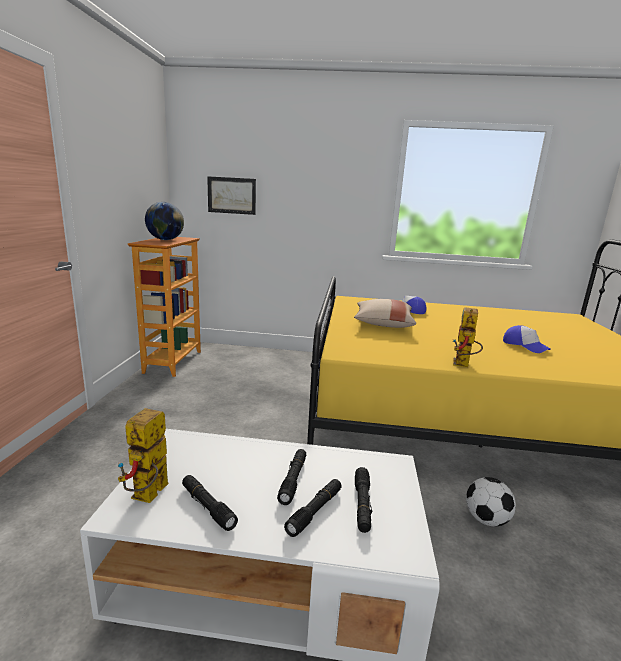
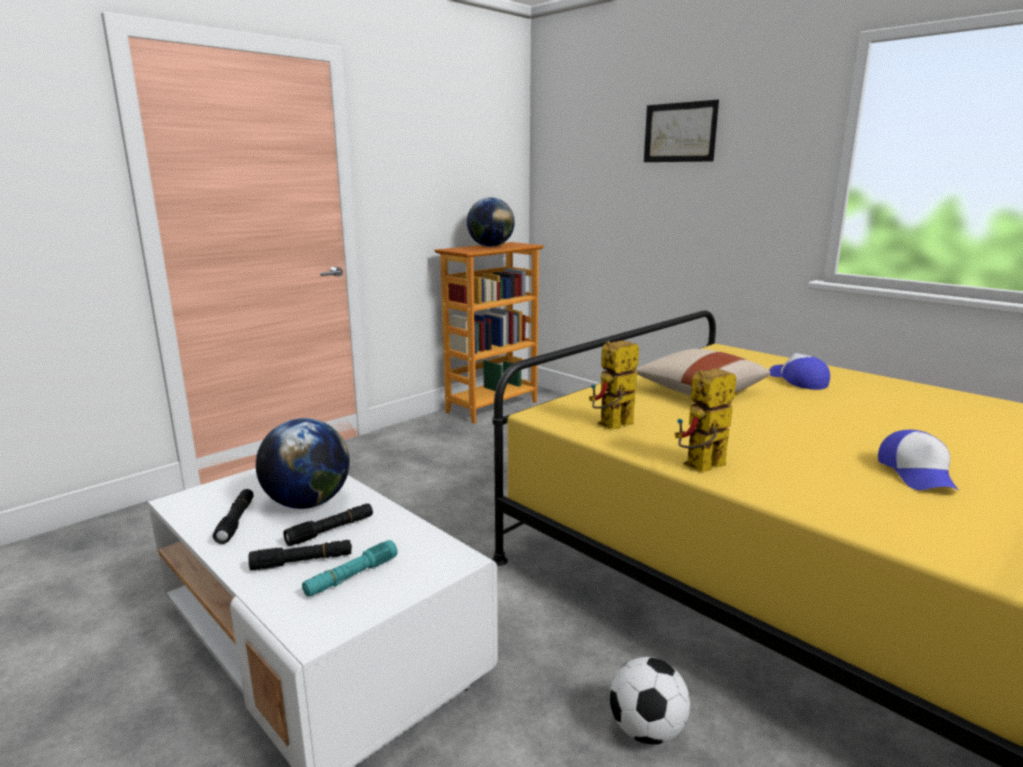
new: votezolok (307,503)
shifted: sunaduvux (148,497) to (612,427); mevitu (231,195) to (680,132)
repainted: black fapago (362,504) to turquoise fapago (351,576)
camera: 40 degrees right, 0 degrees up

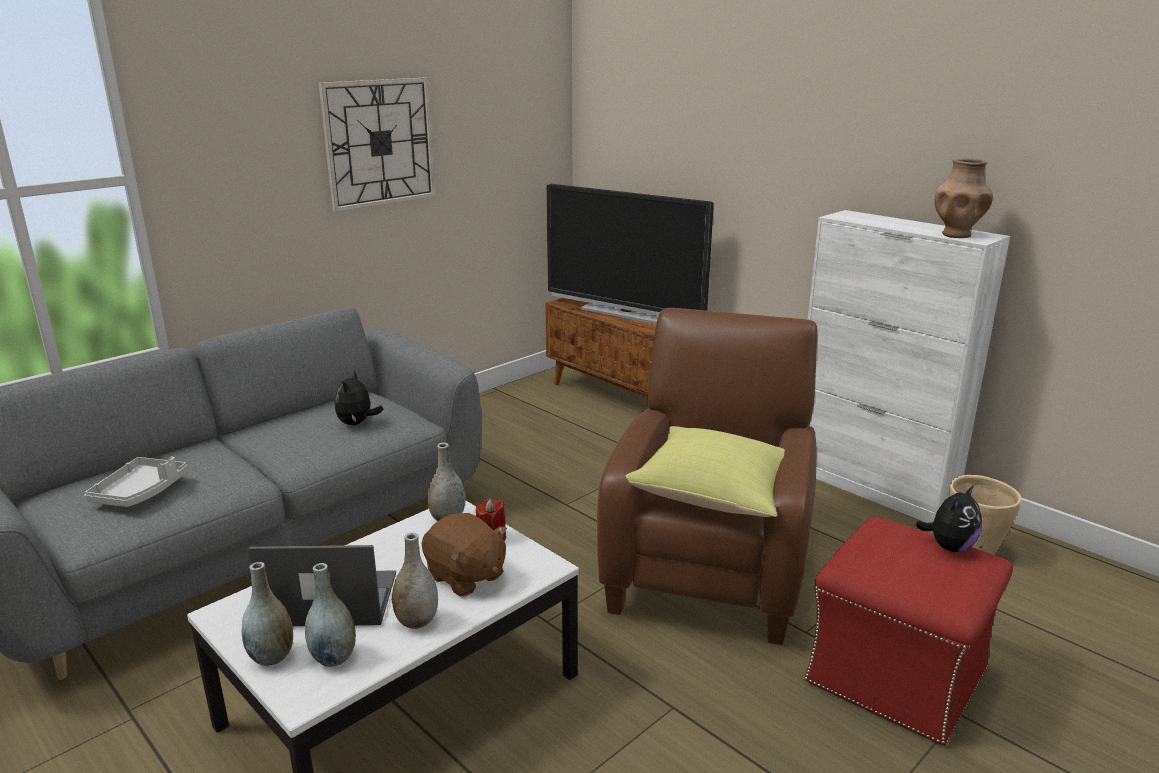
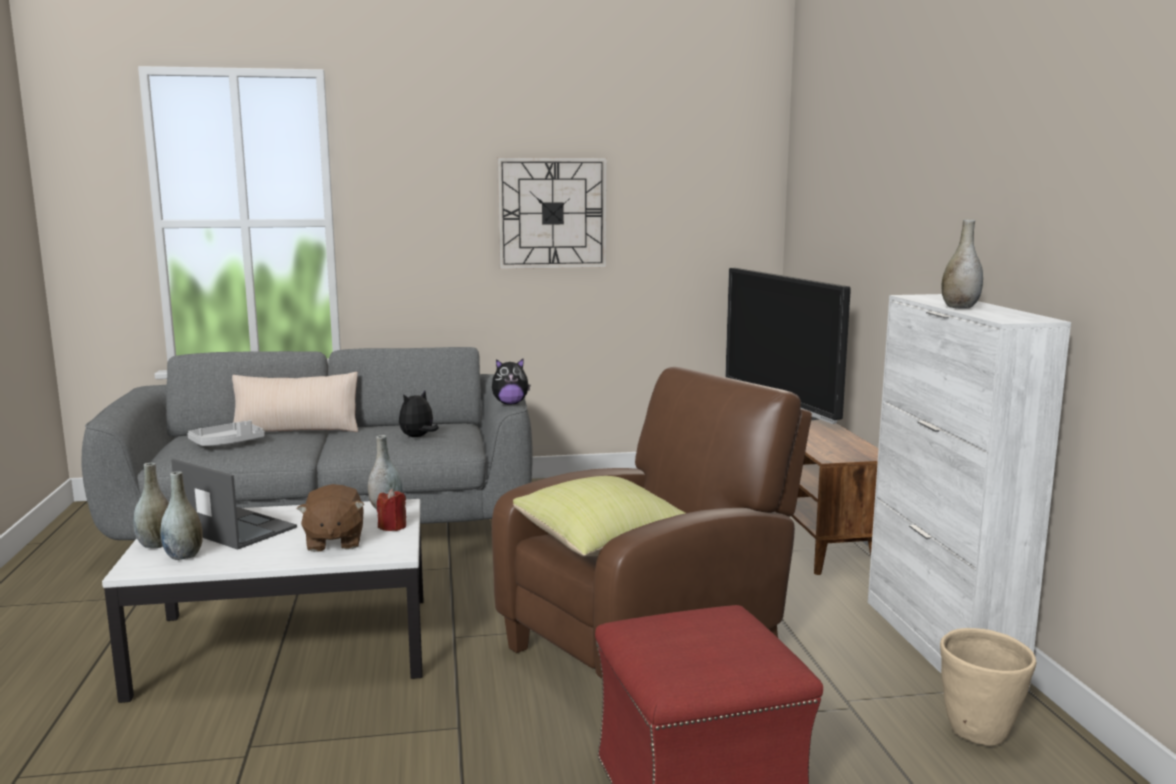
gone: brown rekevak (956,235)
new: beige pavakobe (297,430)
shifted: grey rekevak (417,621) to (960,307); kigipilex (949,547) to (510,403)
camera: 35 degrees right, 10 degrees down

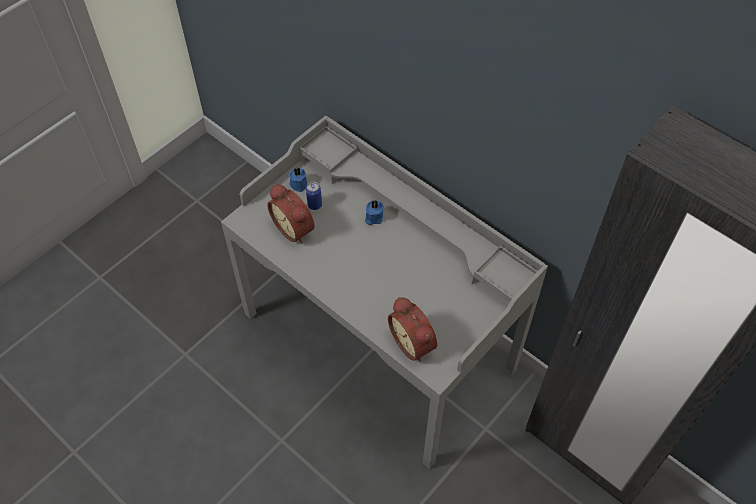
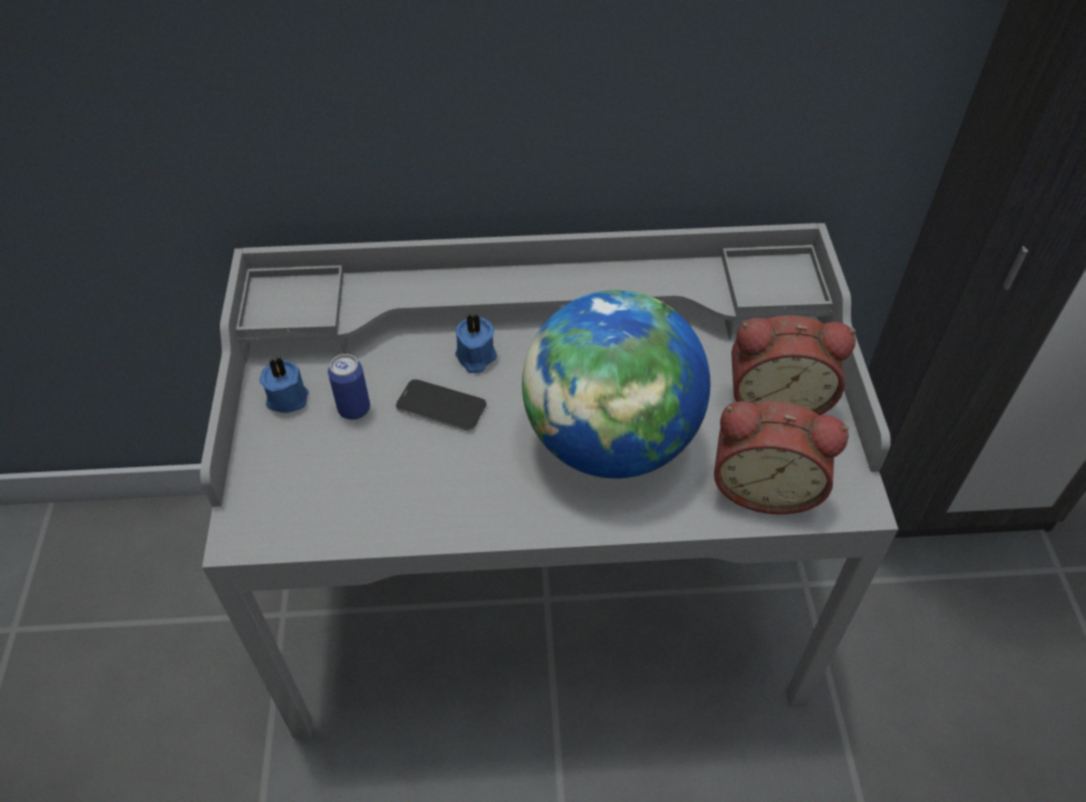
new: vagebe (441,406); votezolok (610,441)
shifted: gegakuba (295,228) to (776,399)
camera: 45 degrees left, 5 degrees down

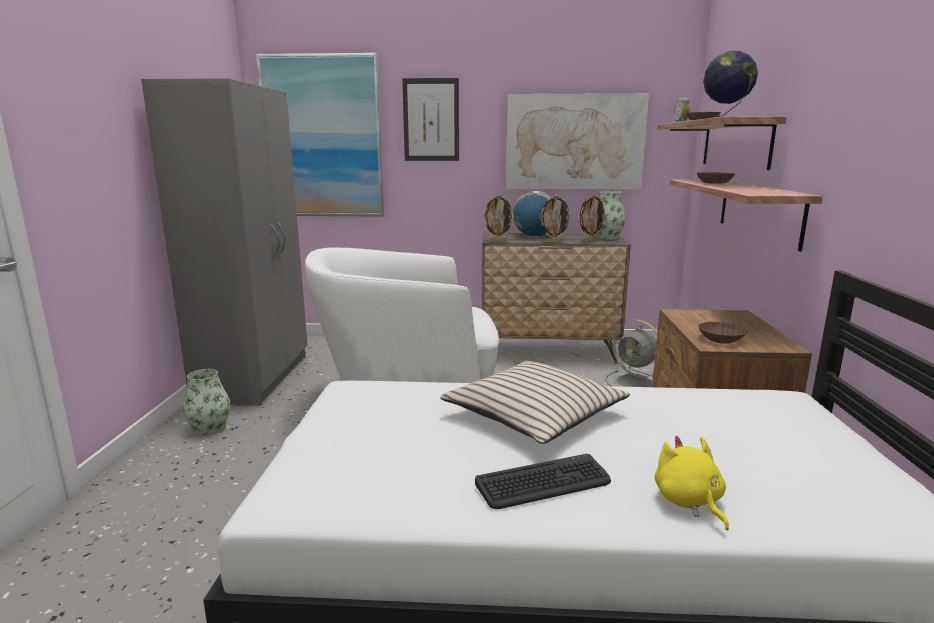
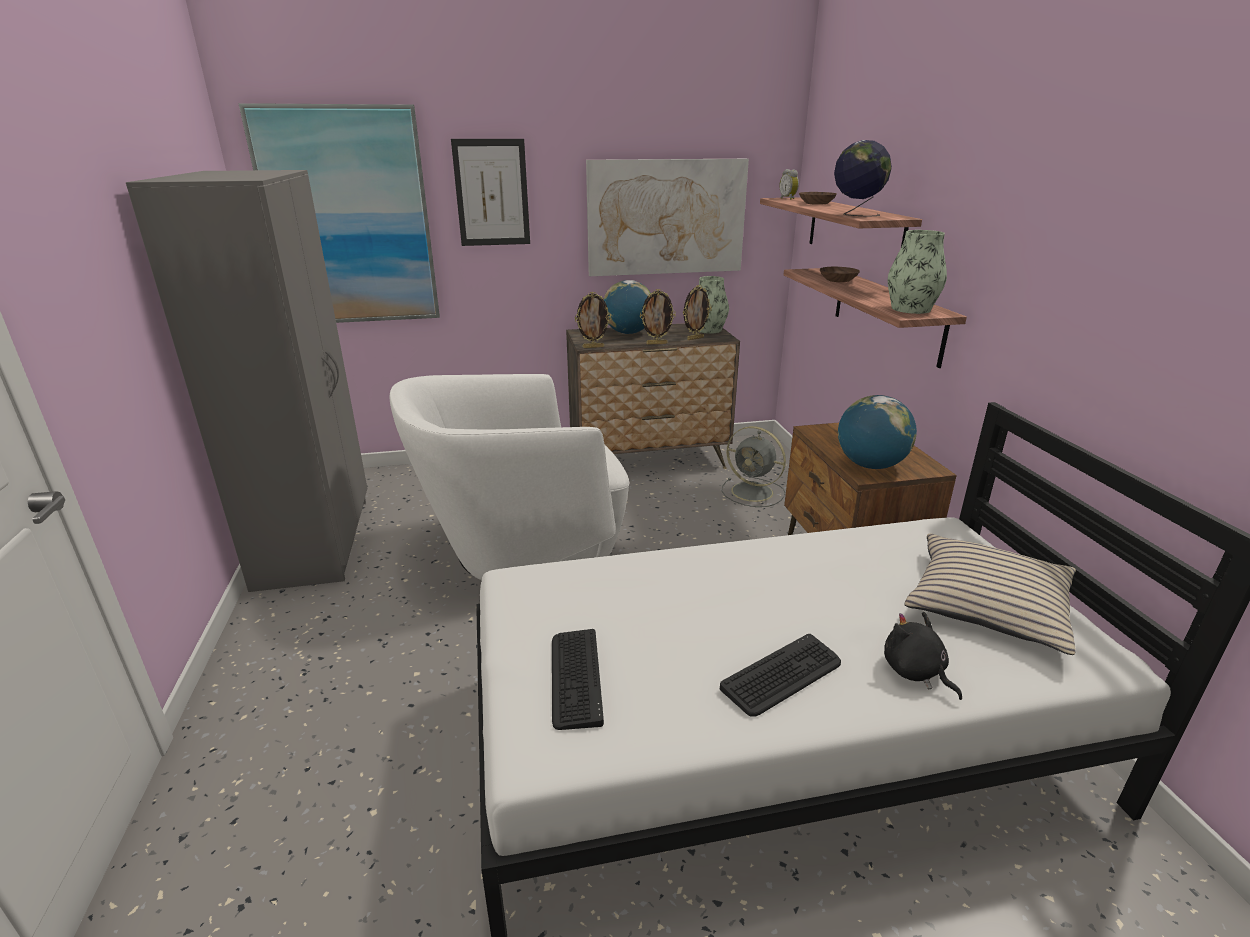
new: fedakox (575,678)
shifted: rekevak (210,428) to (910,309); beige pavakobe (533,414) to (986,604)
swapped: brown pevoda (720,339) to votezolok (870,465)
repainted: yellow kigipilex (689,502) to black kigipilex (915,672)
camera: 15 degrees left, 10 degrees up

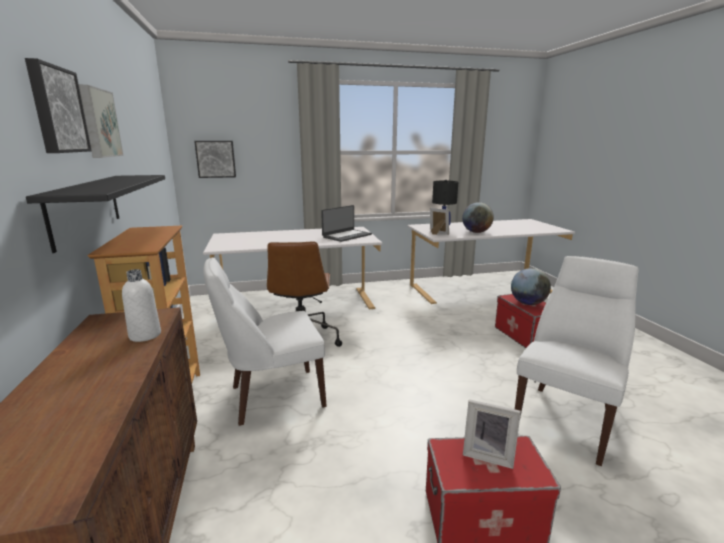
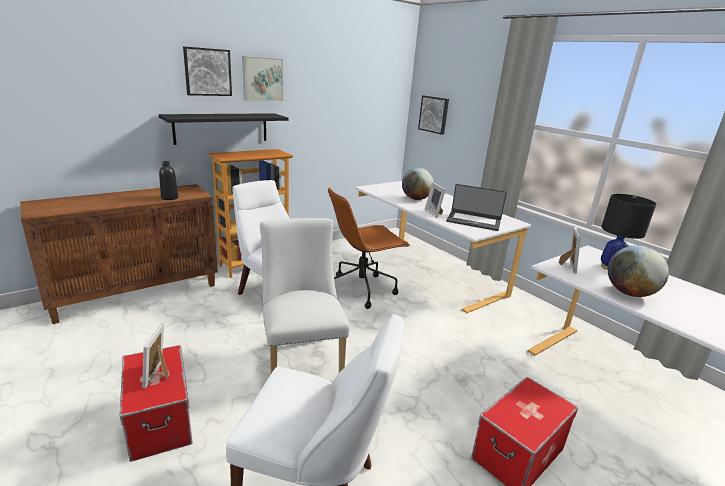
new: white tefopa (301,357); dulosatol (434,213)
shifted: votezolok (528,303) to (416,199)
repainted: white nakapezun (145,335) to black nakapezun (169,198)
camera: 65 degrees right, 5 degrees up

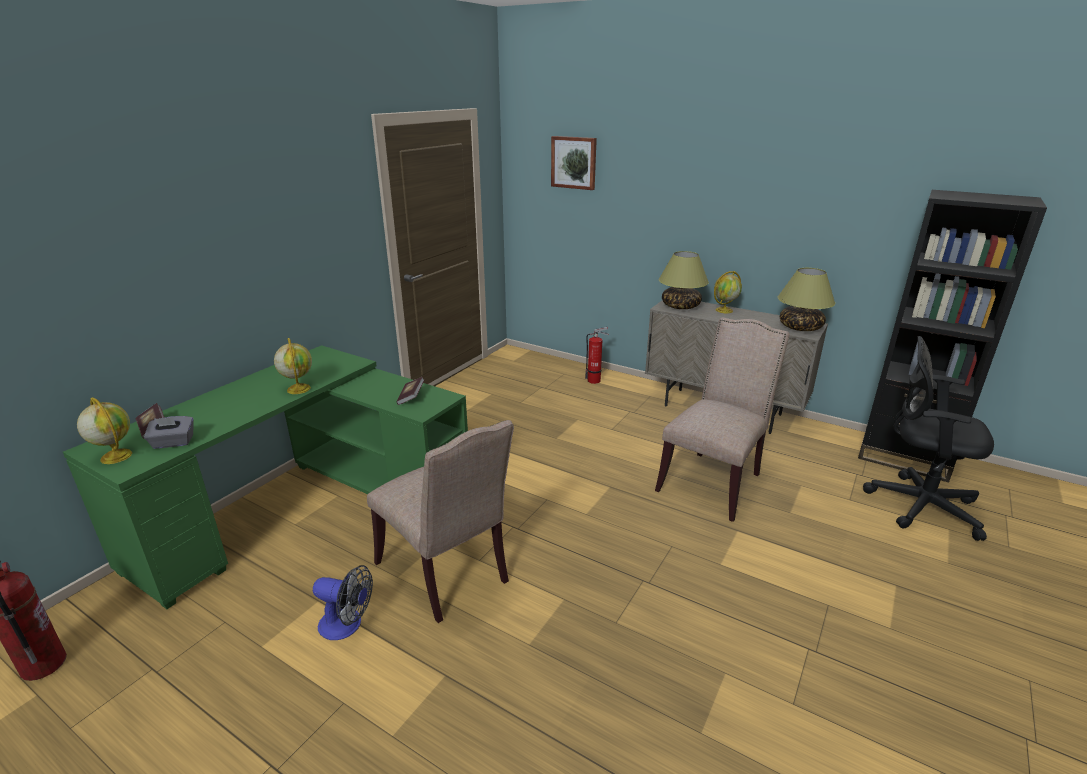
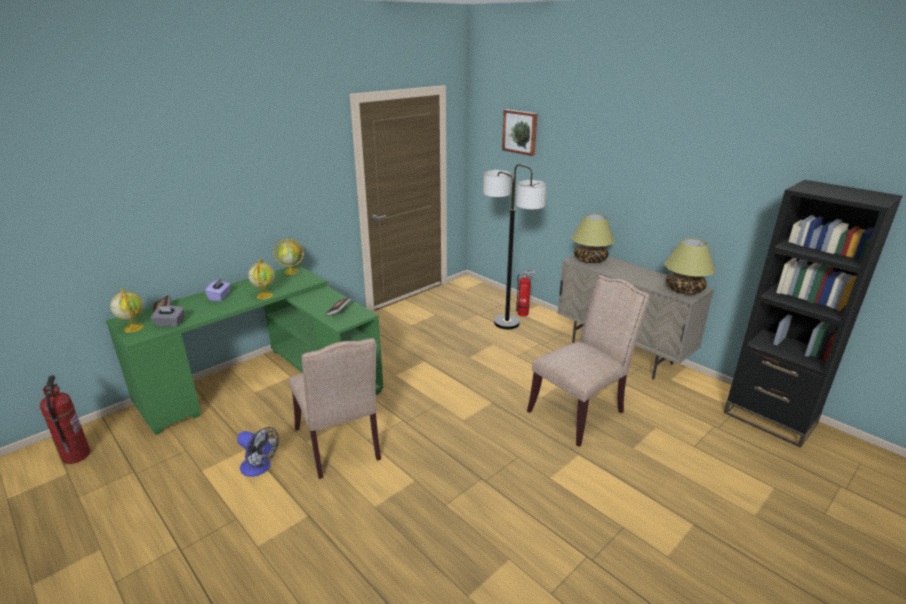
gone: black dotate (917,505)
new: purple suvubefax (220,297); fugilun (506,323)
shifted: votezolok (724,310) to (291,271)
camera: 15 degrees right, 0 degrees up

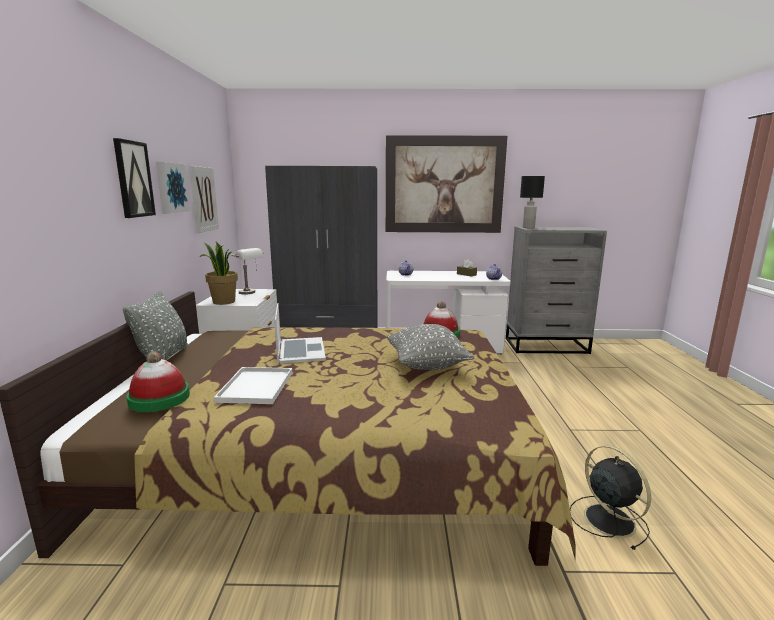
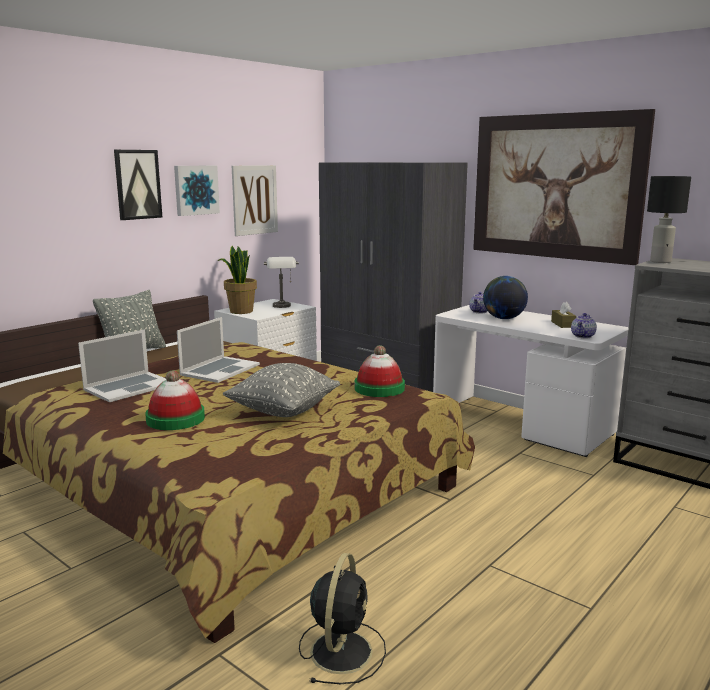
new: votezolok (503,318)
shifted: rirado (159,398) to (175,419)
swapped: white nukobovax (256,386) to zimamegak (129,387)
camera: 40 degrees right, 0 degrees up

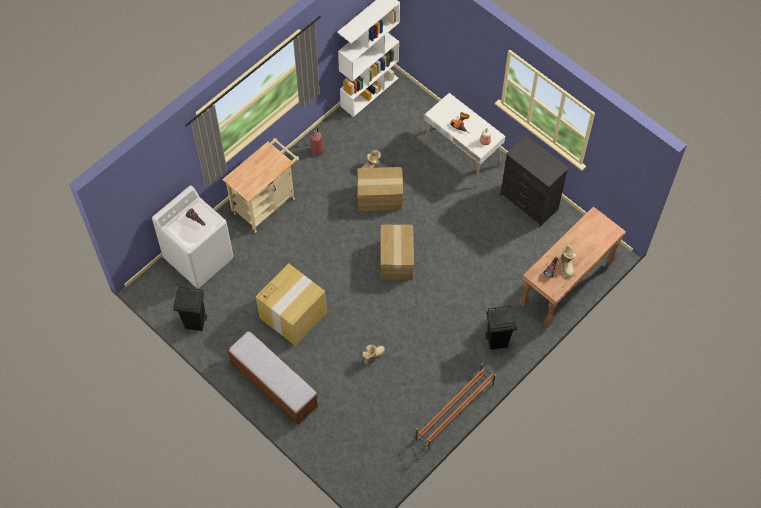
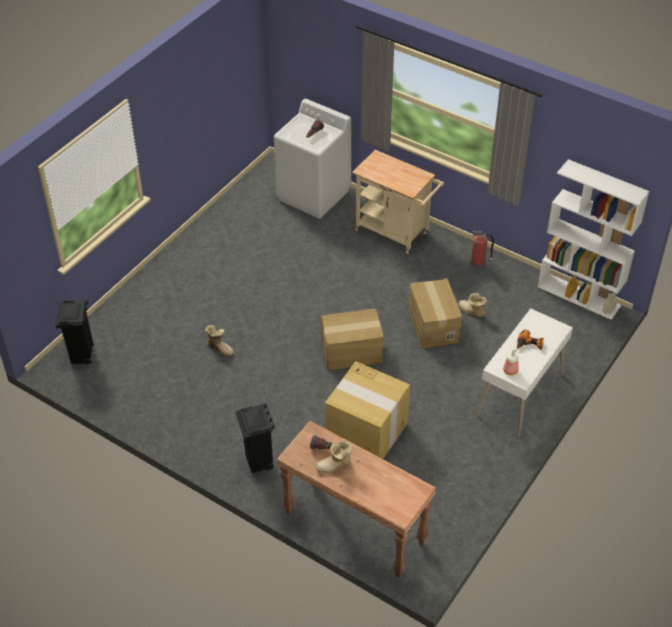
gone: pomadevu (274,385); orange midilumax (454,412); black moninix (529,202)
shifted: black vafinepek (195,323) to (82,356); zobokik (293,314) to (367,432)
camera: 80 degrees right, 15 degrees down

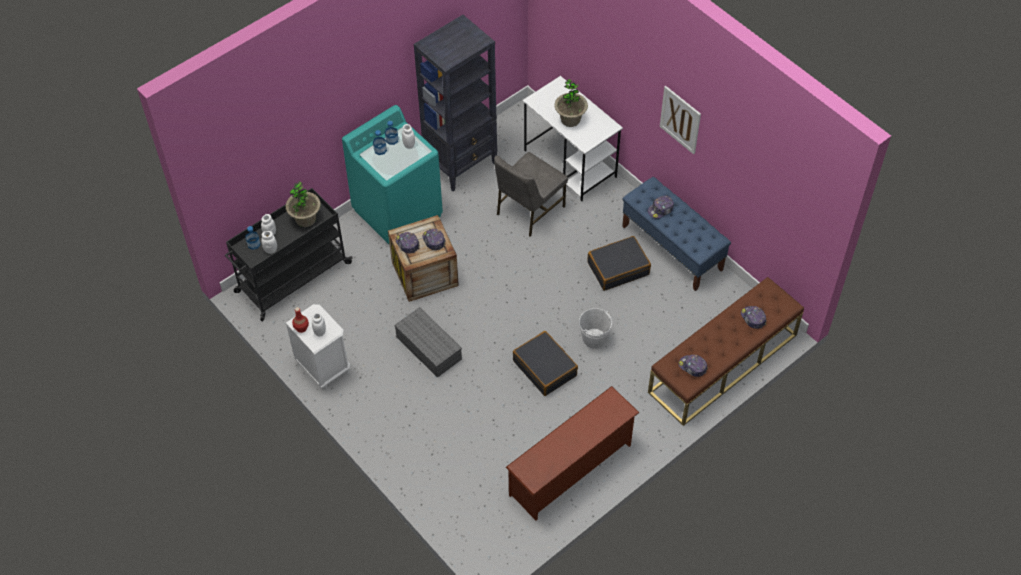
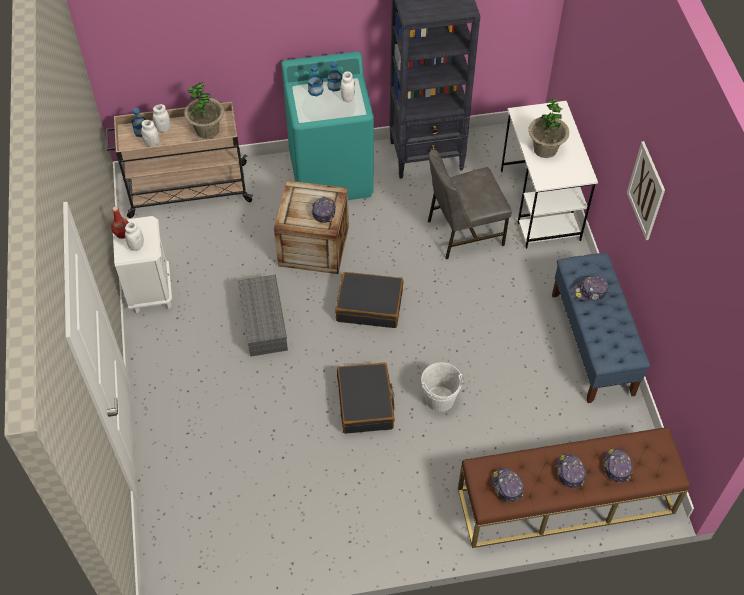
gone: brown midilumax (571,471)
shifted: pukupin (407,244) to (570,472); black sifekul (618,268) to (369,305)
repainted: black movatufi (292,278) to beige movatufi (186,190)
camera: 30 degrees right, 0 degrees up

